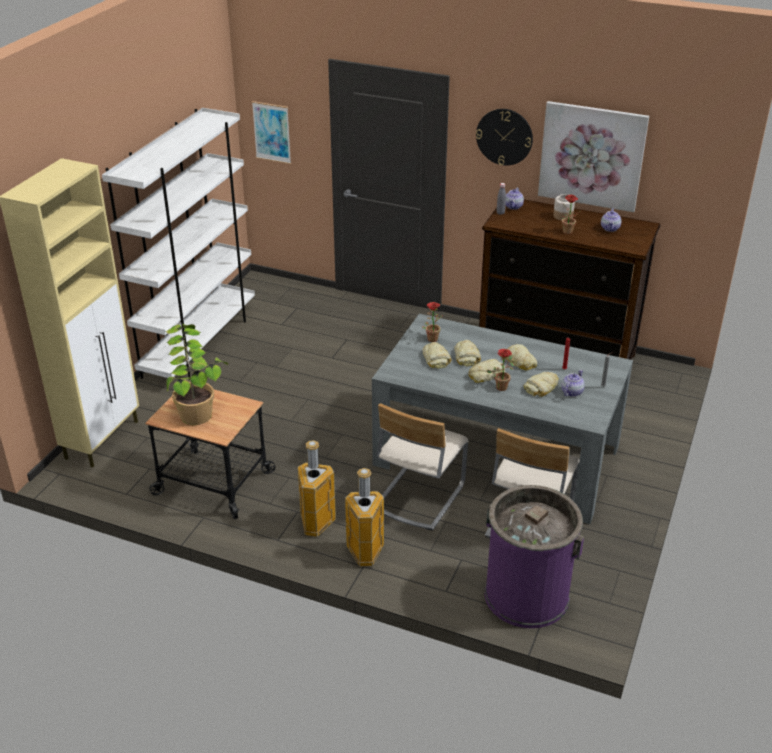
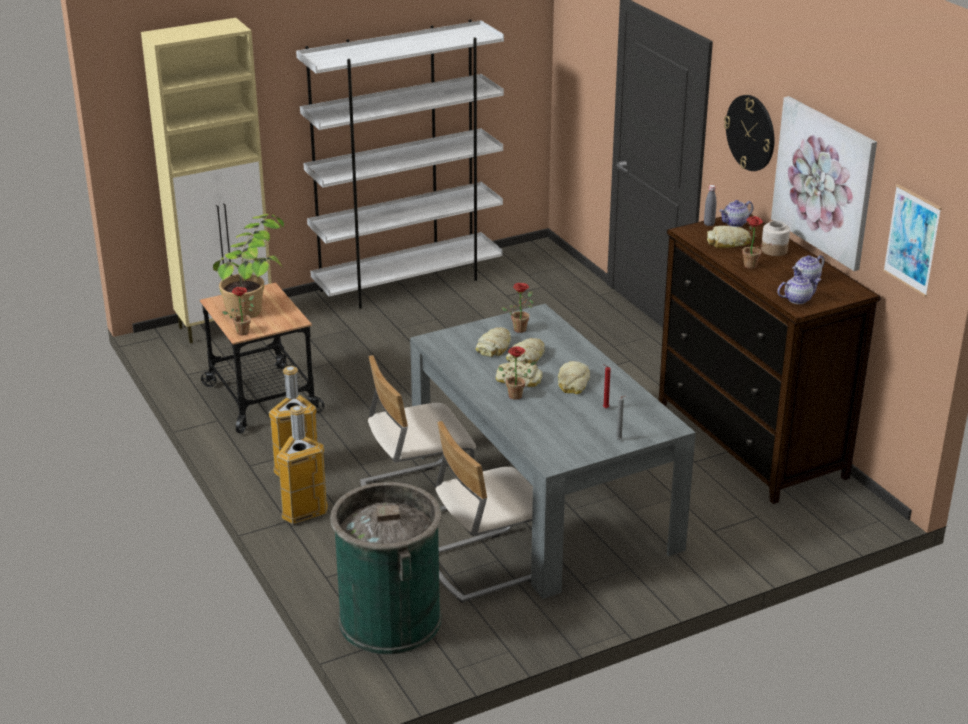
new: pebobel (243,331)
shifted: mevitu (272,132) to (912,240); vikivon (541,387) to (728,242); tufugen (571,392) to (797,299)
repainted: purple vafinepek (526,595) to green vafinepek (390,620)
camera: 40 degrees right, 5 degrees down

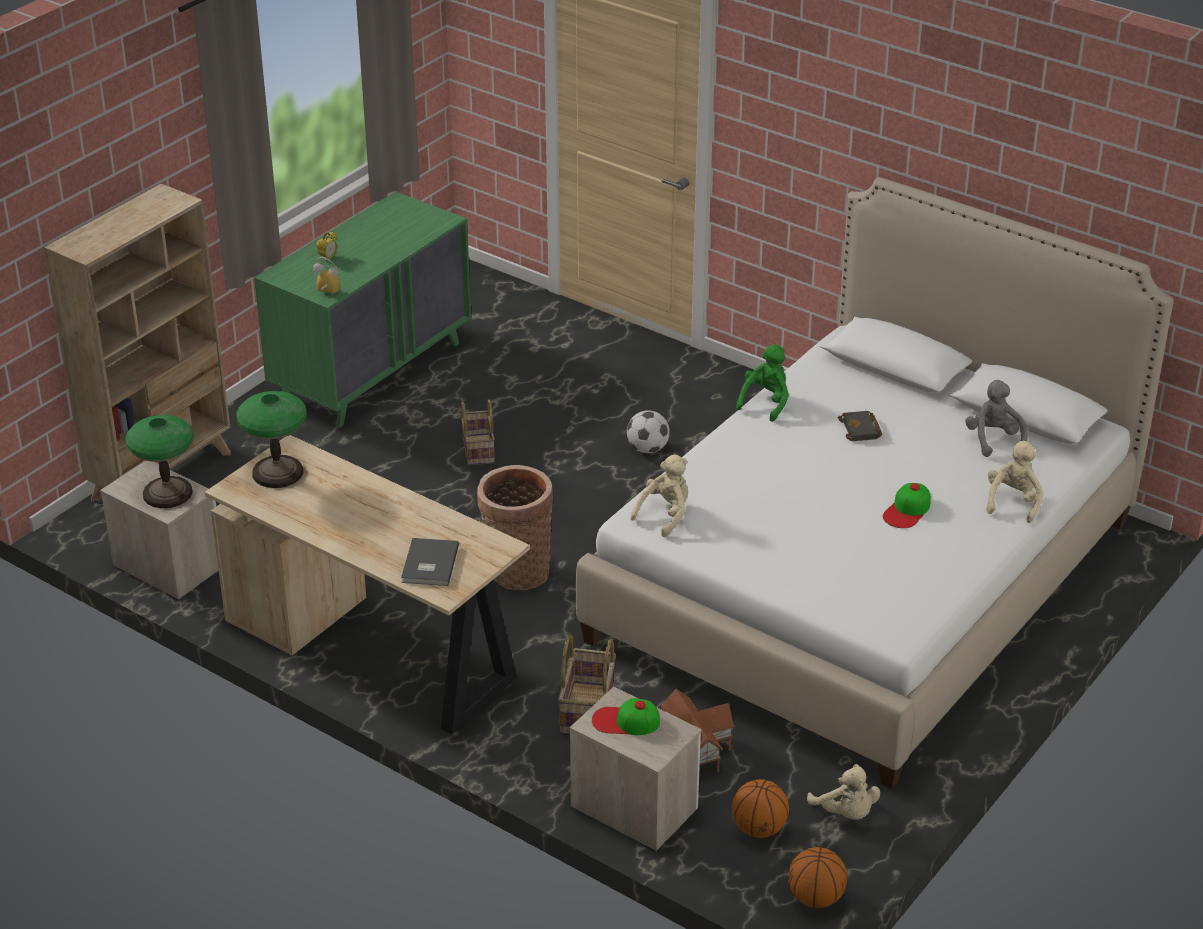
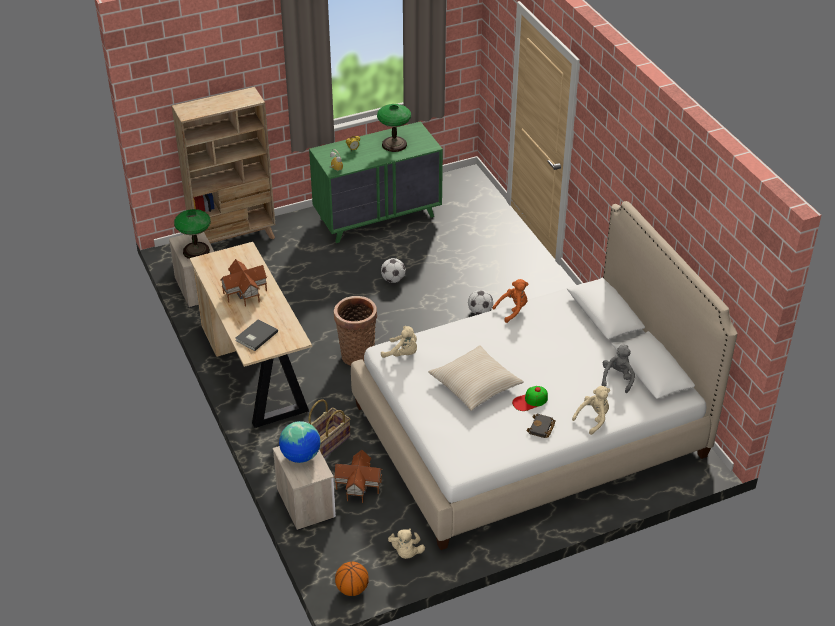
gone: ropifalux (759,829)
new: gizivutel (244,292); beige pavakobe (475,384)
shifted: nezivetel (277,472) to (394,144); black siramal (861,430) to (541,428)
swapped: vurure (477,449) to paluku (393,280); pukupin (625,721) to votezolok (301,456)
repainted: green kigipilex (765,402) to orange kigipilex (513,310)
rotated: beige kigipilex (665,515) = (402,354) 45 degrees clockwise
camera: 30 degrees right, 5 degrees up

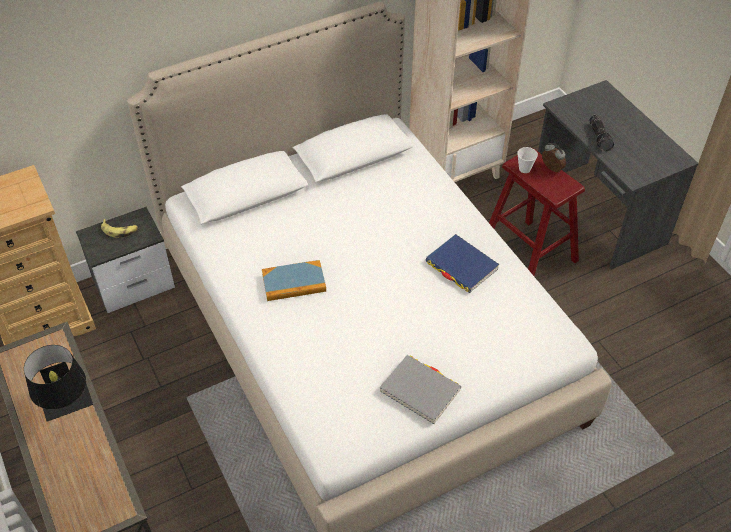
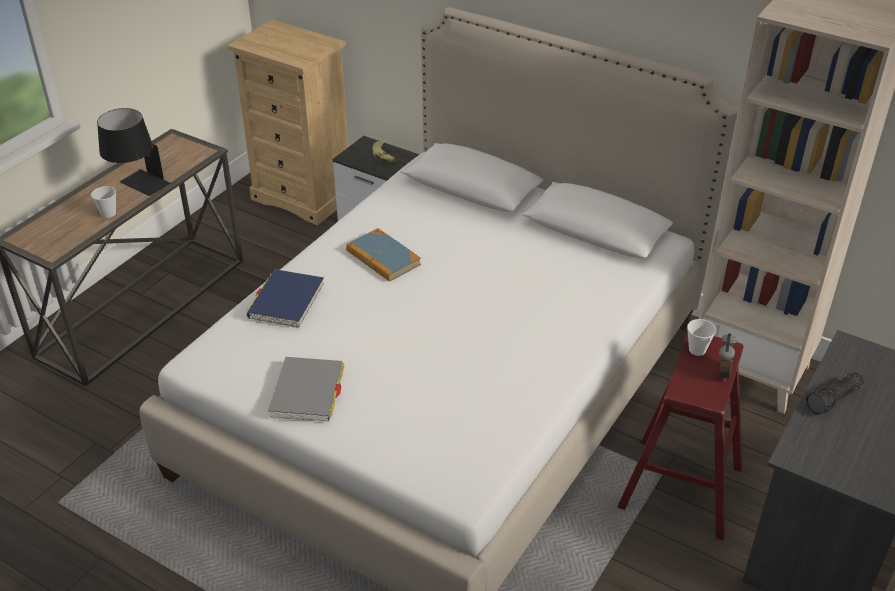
new: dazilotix (108,213)
shifted: blue siramal (461,266) to (286,301)
camera: 60 degrees right, 10 degrees down

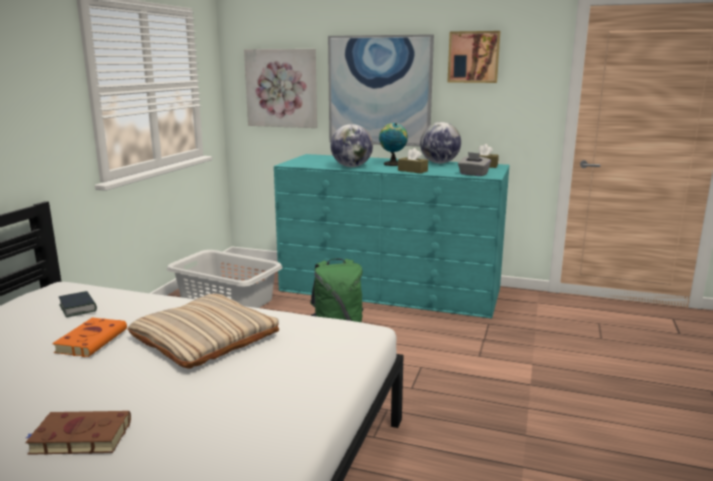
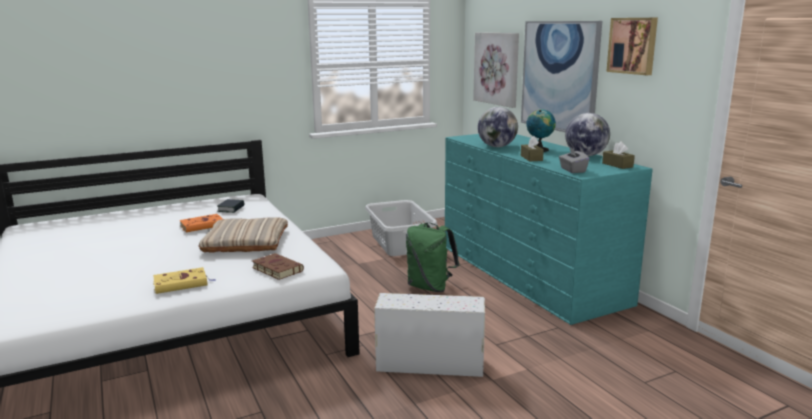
new: yellow siramal (182,284); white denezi (428,365)
shifted: brown siramal (78,438) to (276,269)
camera: 45 degrees right, 0 degrees up

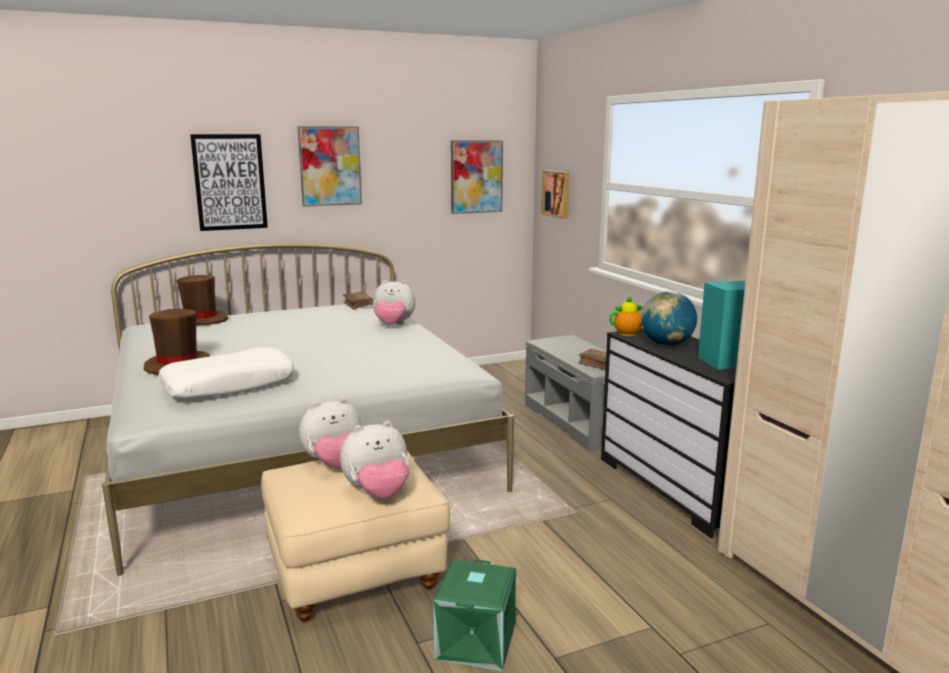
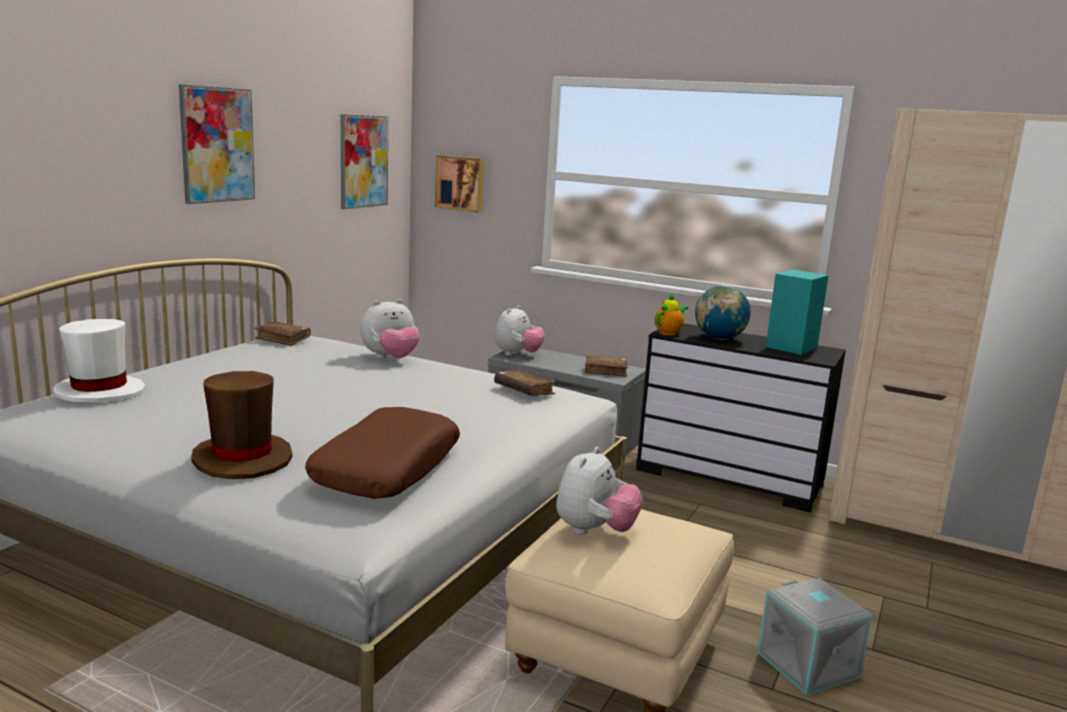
gone: mevitu (230,182)
new: brown siramal (524,391)
shifted: kigipilex (377,493) to (517,354)
repainted: white pavakobe (229,385) to brown pavakobe (386,468); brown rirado (201,320) to white rirado (99,392); green denezi (477,642) to grey denezi (809,665)
camera: 40 degrees left, 0 degrees up

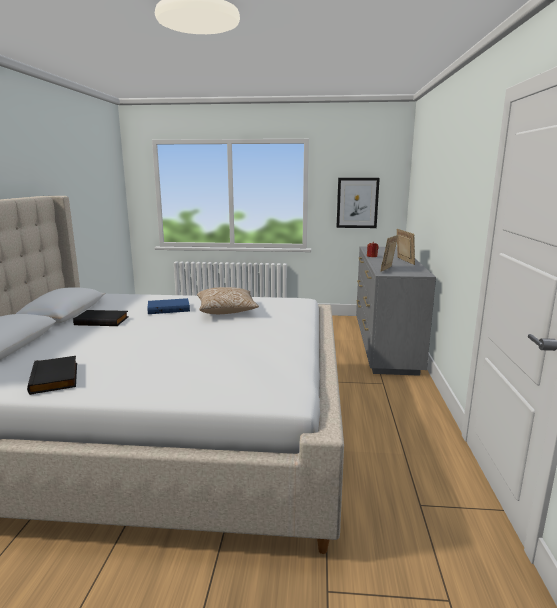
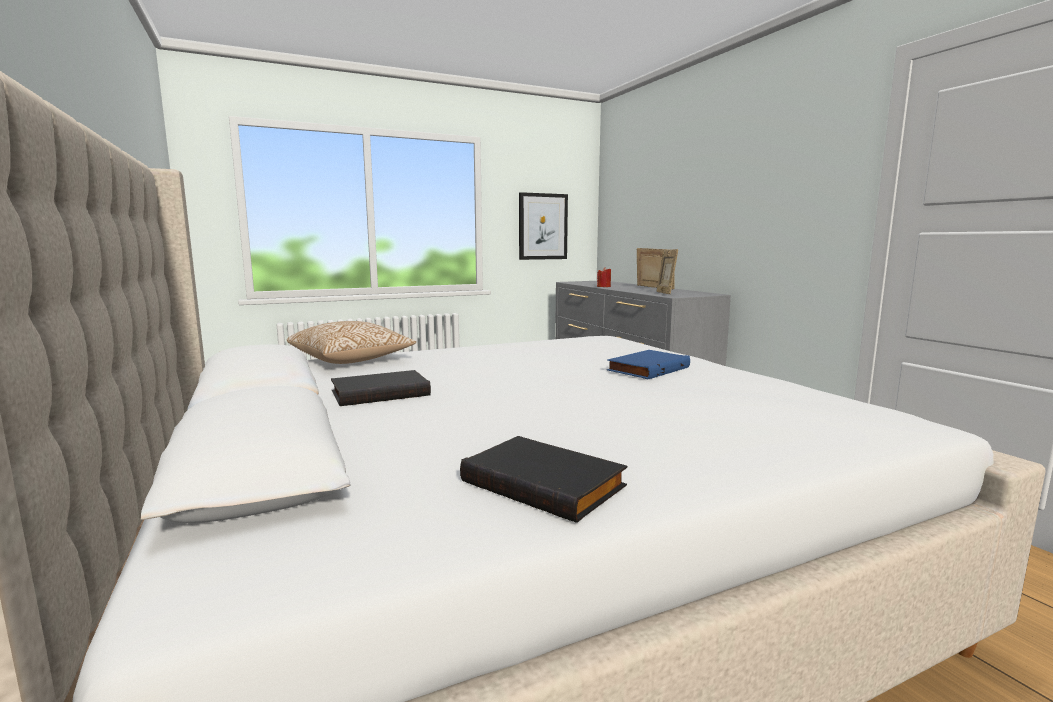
shifted: blue siramal (169,308) to (647,368); pavakobe (227,311) to (352,360)
camera: 30 degrees left, 5 degrees down

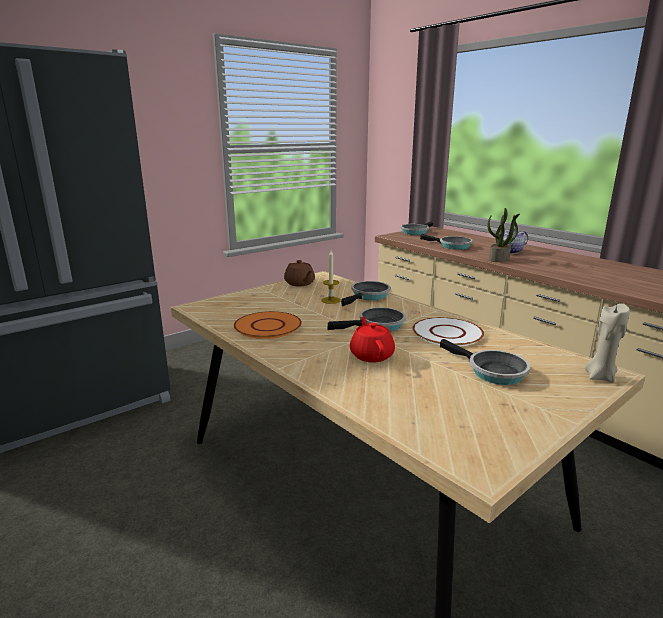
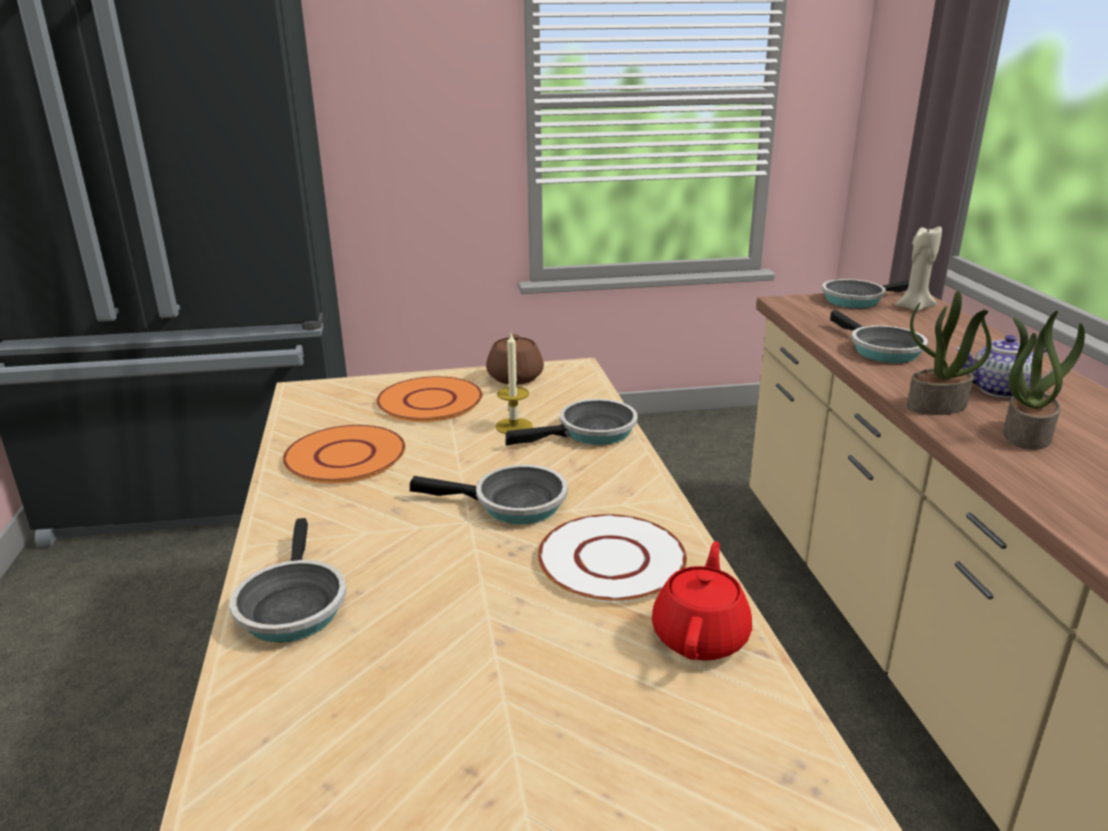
new: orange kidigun (431,401); pebobel (1025,434)
shifted: red tufugen (371,355) to (701,635); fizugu (492,371) to (292,605); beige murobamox (600,377) to (913,308)
camera: 30 degrees right, 5 degrees up

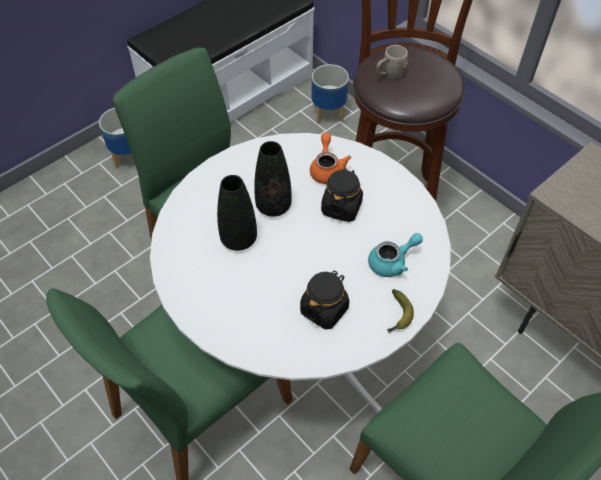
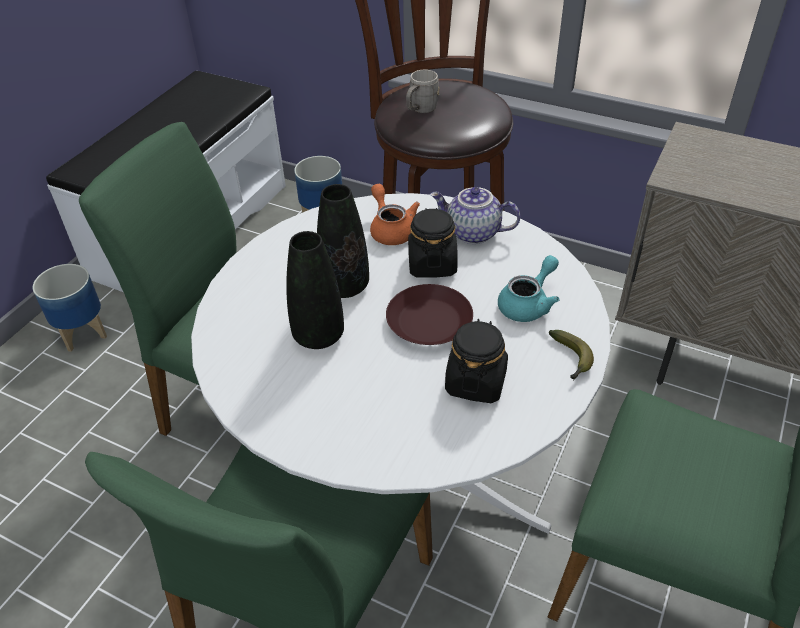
new: brown kidigun (430,321); tufugen (472,233)
camera: 20 degrees left, 10 degrees down

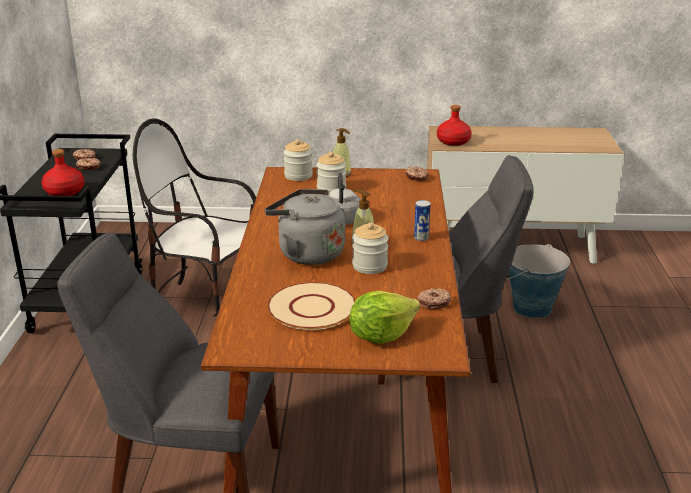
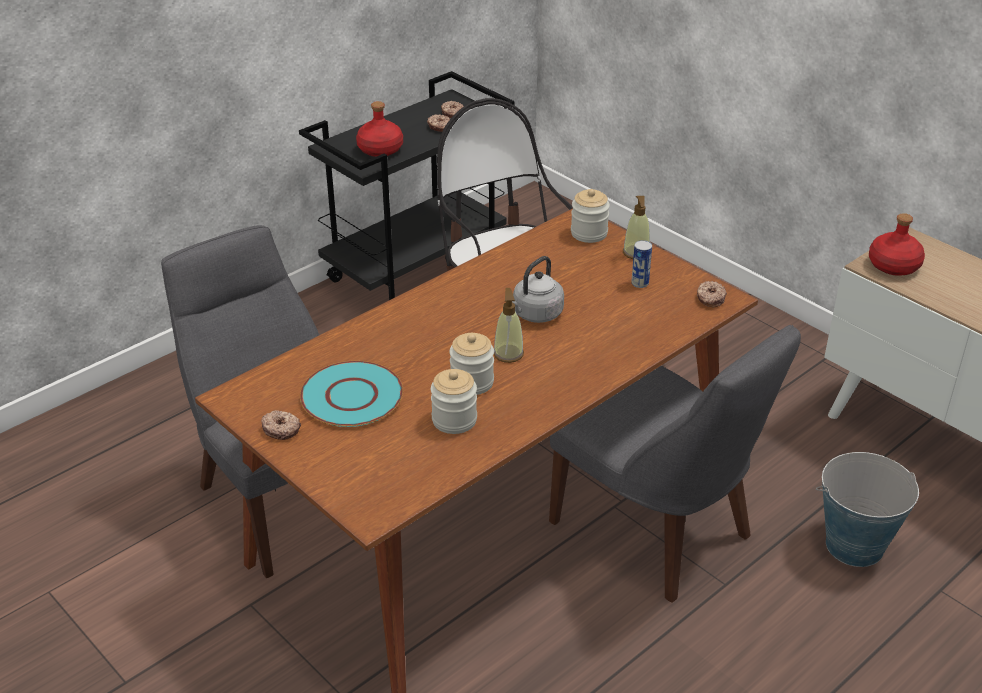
gone: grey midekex (307,253); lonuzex (381,335)
shifted: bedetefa (331,189) to (454,420); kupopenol (421,238) to (640,283); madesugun (433,303) to (281,429)
repainted: beige kidigun (312,307) to turquoise kidigun (352,396)
camera: 45 degrees right, 10 degrees up

